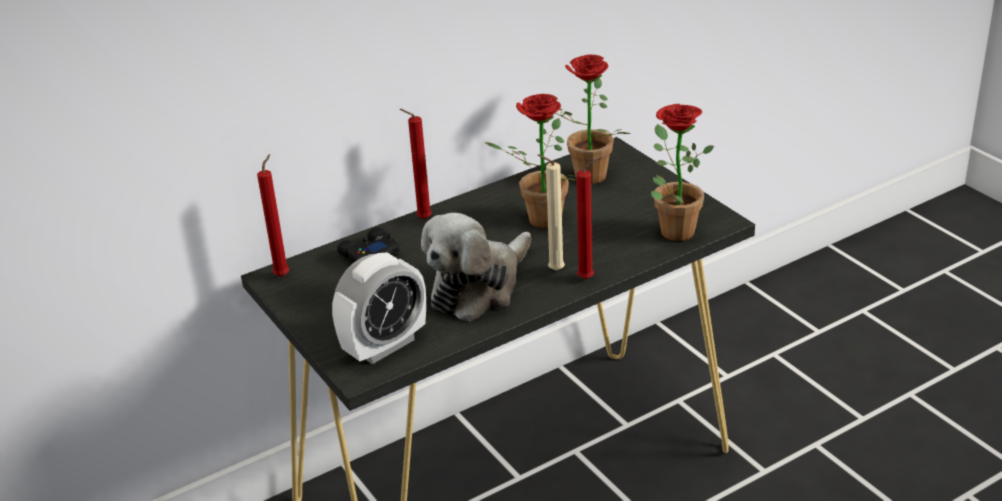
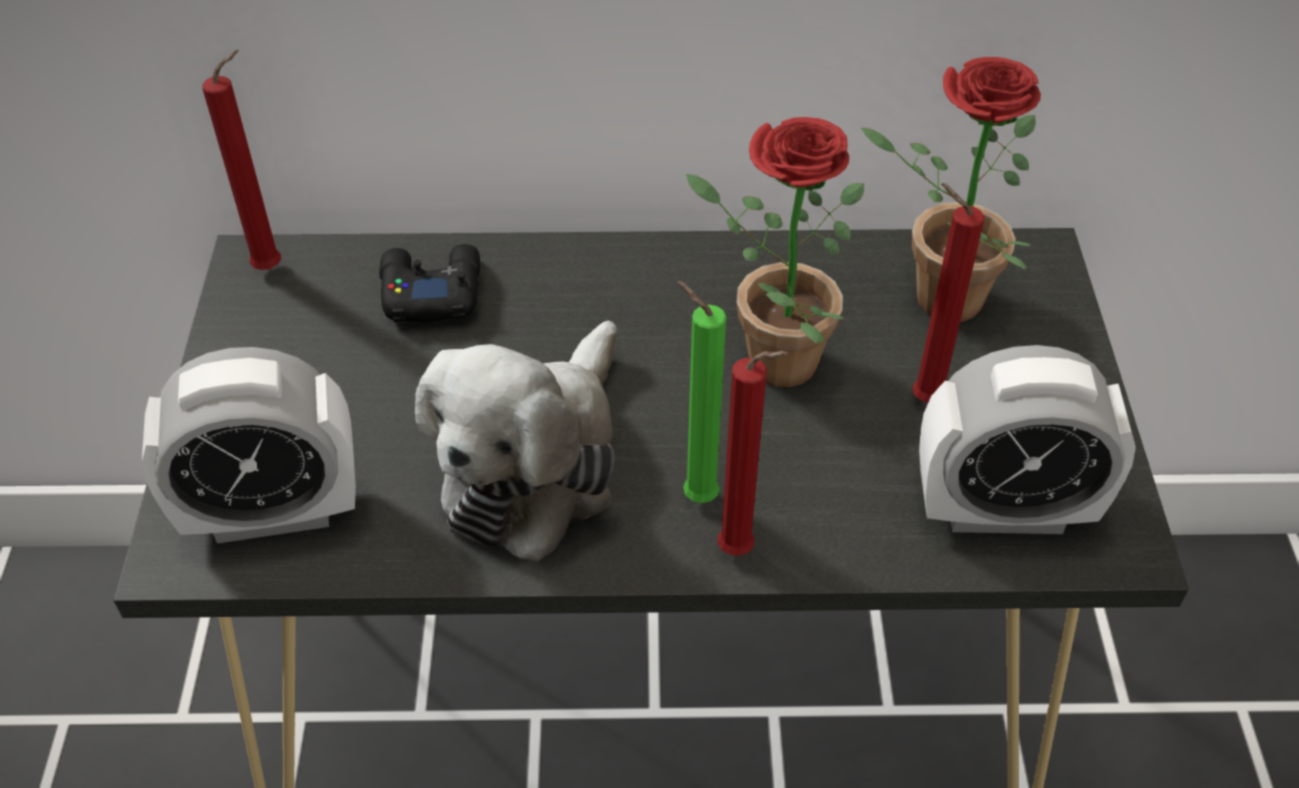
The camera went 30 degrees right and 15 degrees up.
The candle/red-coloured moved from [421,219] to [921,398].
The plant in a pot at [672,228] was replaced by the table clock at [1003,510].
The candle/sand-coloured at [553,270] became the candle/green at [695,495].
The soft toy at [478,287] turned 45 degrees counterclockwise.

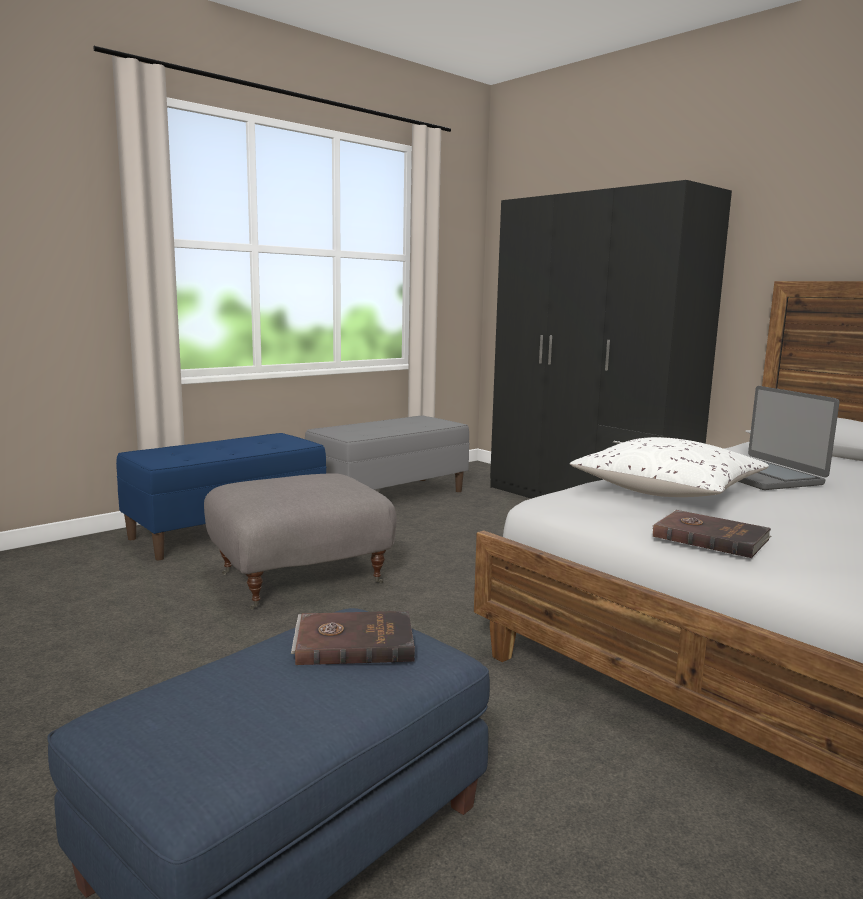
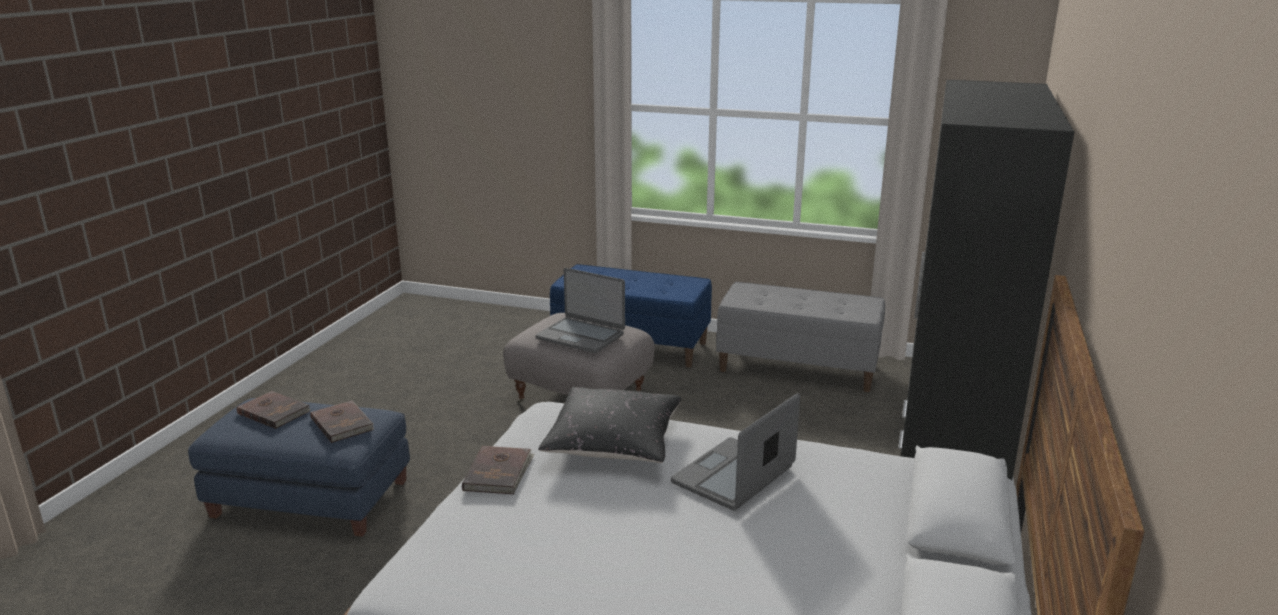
The camera went 60 degrees right and 10 degrees up.
The book/brown at [274,412] appeared.
The laptop at [581,336] appeared.
The cushion/white-coloured at [667,490] became the cushion/blackish at [614,442].

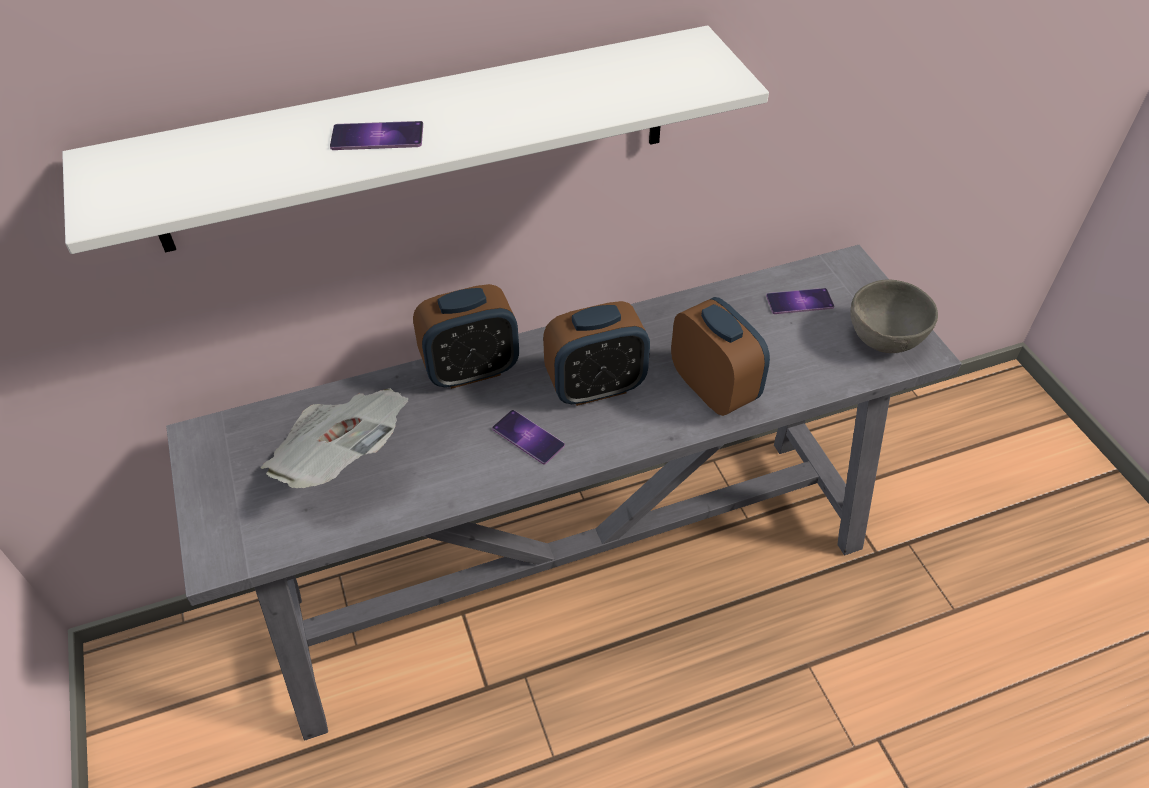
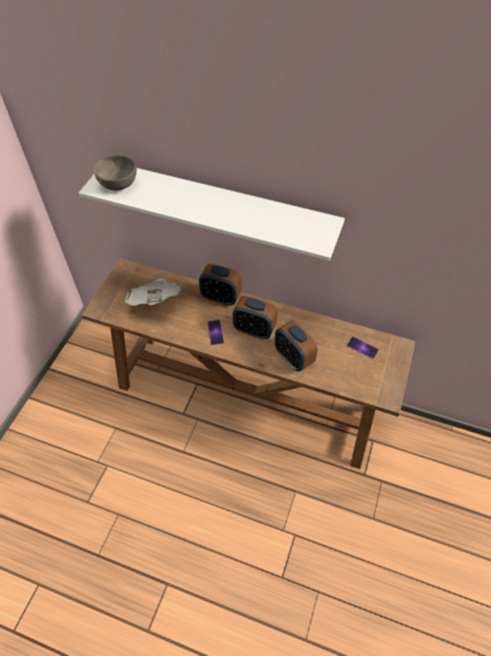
The camera went 40 degrees right and 5 degrees up.
The telephone at [377,136] disappeared.
The deep dish/grey moved from [883,338] to [118,184].
The hall table/grey at [578,572] became the hall table/brown at [246,398].
The table clock at [714,389] turned 135 degrees clockwise.

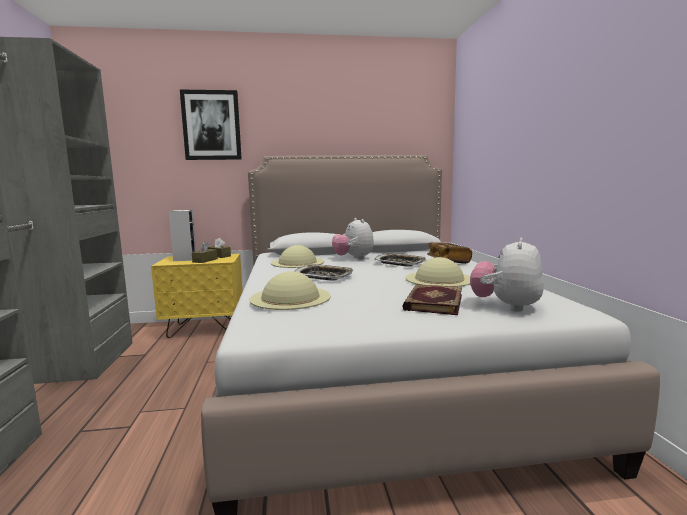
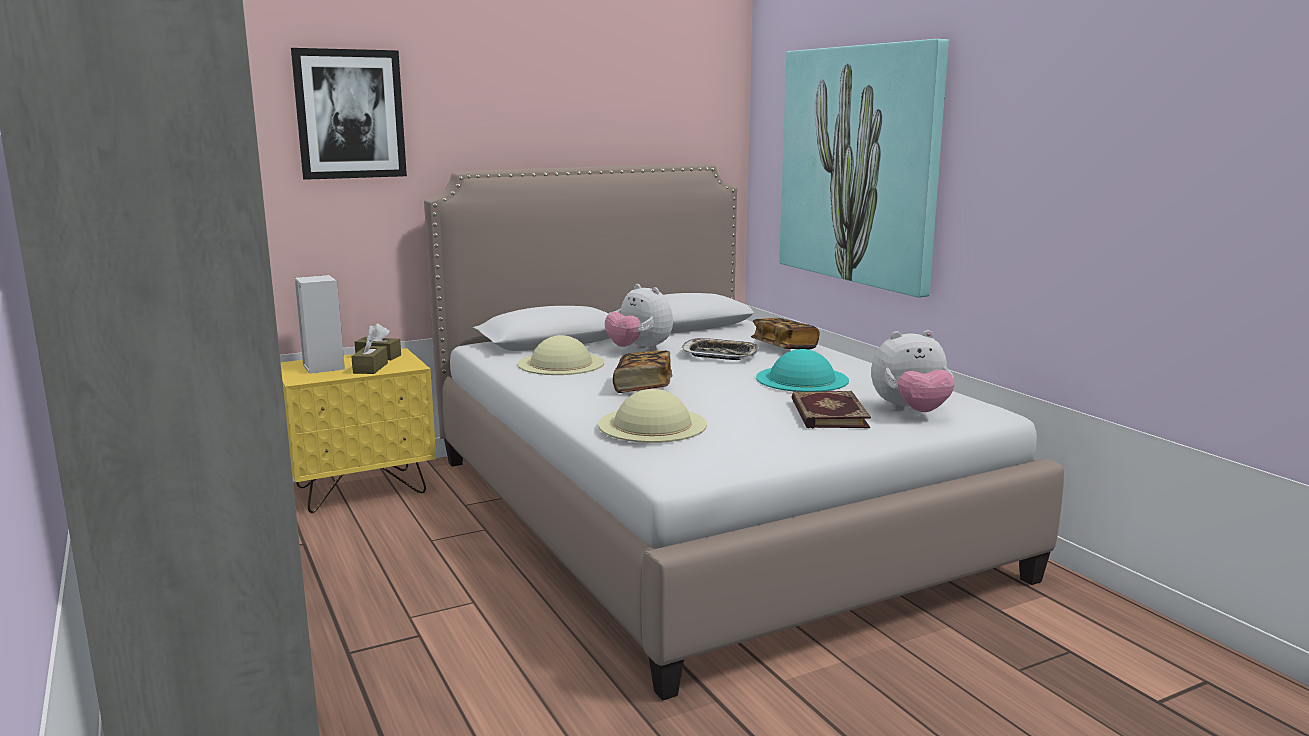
The camera went 20 degrees left and 5 degrees up.
The wall art at [859,165] appeared.
The tray at [323,276] was replaced by the book at [643,387].
The wearable hat/sand-coloured at [439,279] became the wearable hat/blue-green at [802,379].
The soft toy at [506,306] turned 105 degrees counterclockwise.

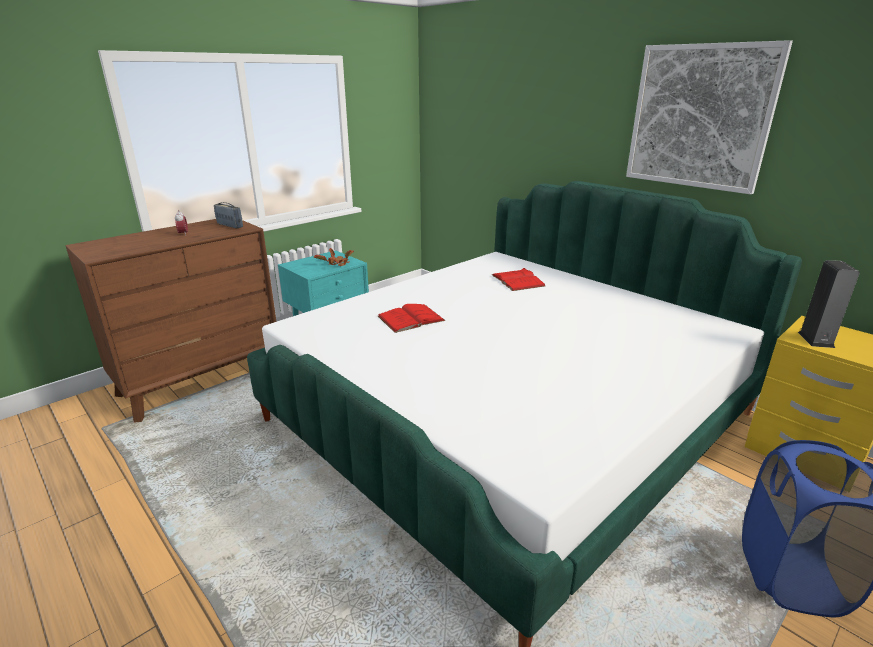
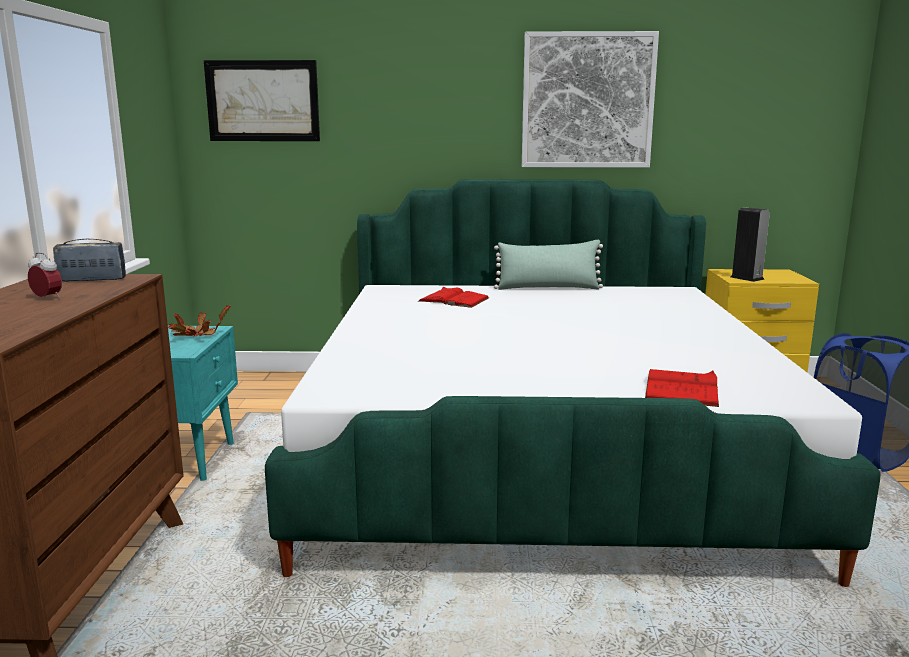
The camera went 45 degrees left and 10 degrees down.
The wall art at [263,101] appeared.
The cushion/green at [548,288] appeared.
The book/red-coloured moved from [411,318] to [681,388].

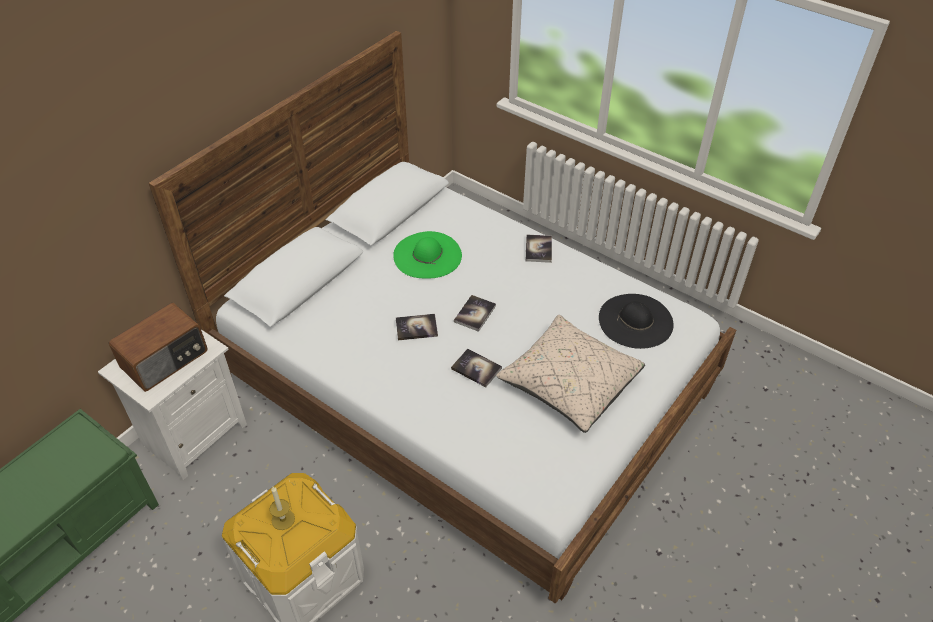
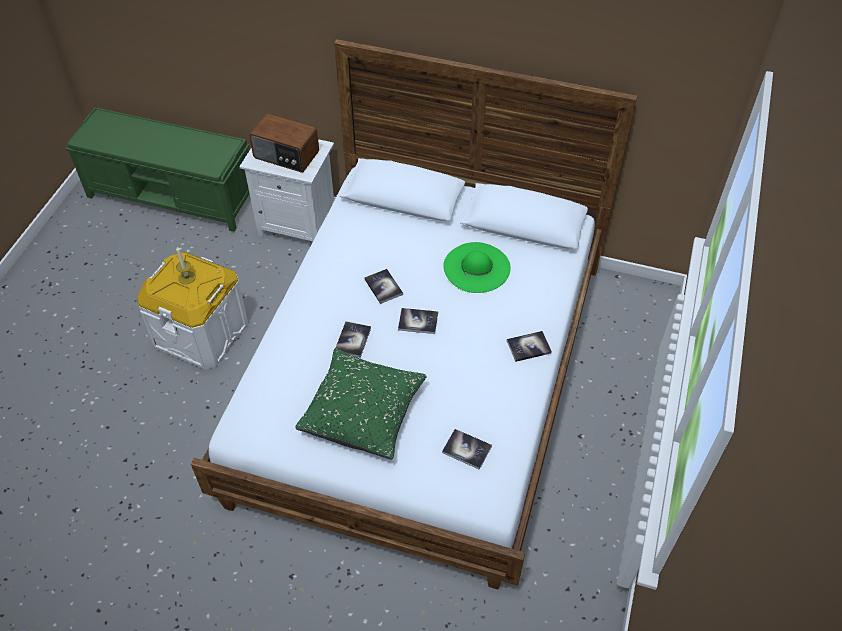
The camera went 70 degrees right and 5 degrees up.
The wearable hat/blackish at [635,321] was replaced by the book at [466,449].
The cushion/sand-coloured at [569,384] became the cushion/green at [363,412].

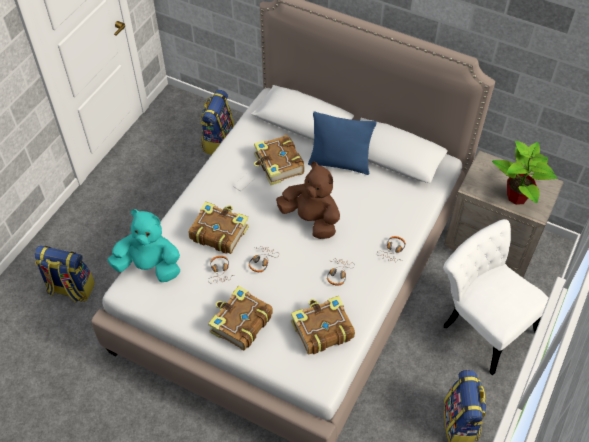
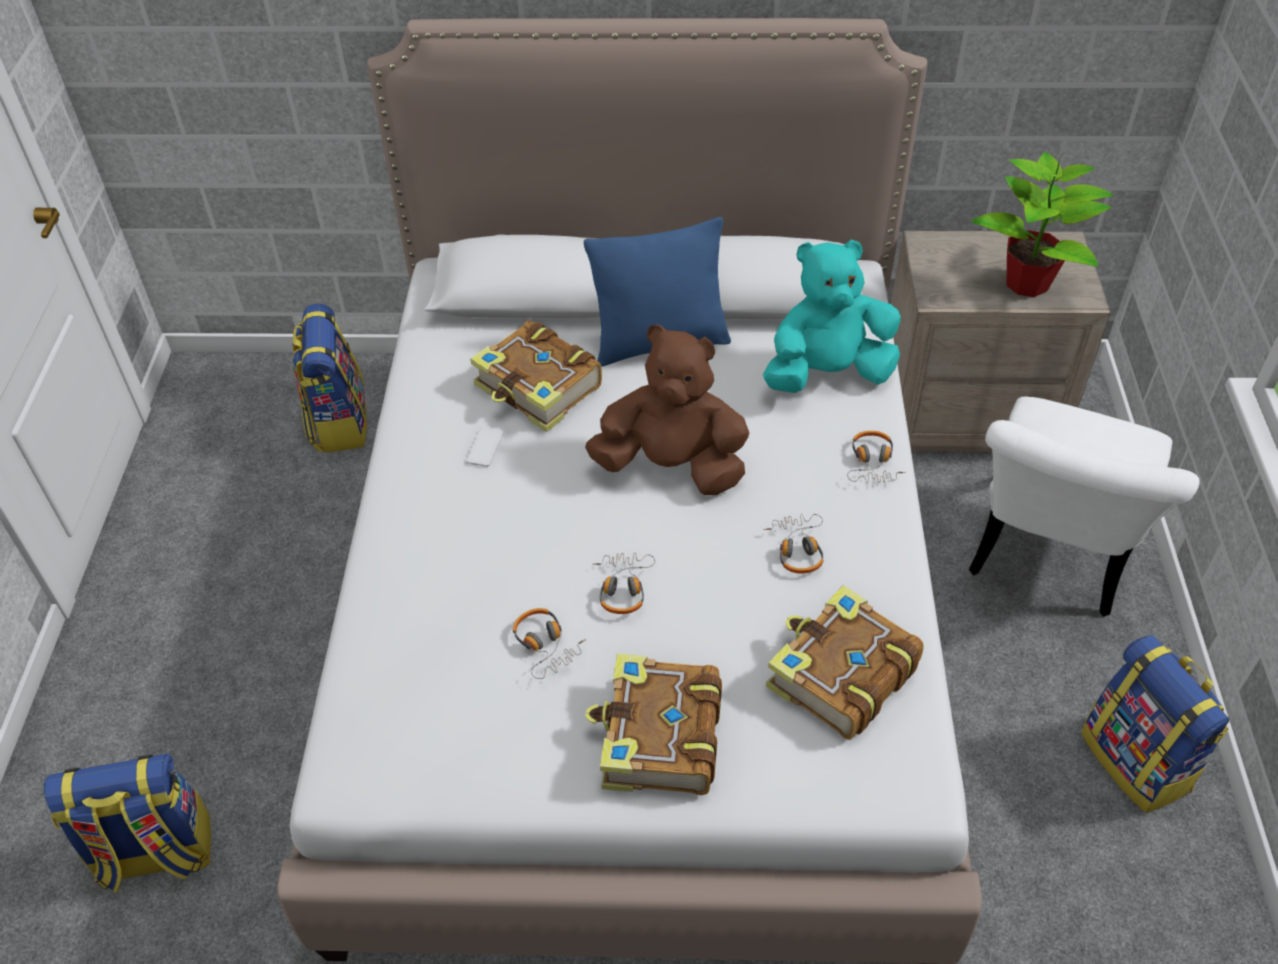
The camera went 25 degrees left and 5 degrees down.
The book at [218,232] disappeared.
The soft toy/blue-green moved from [149,266] to [827,374].
The upright chair/white-coloured at [482,323] turned 90 degrees counterclockwise.

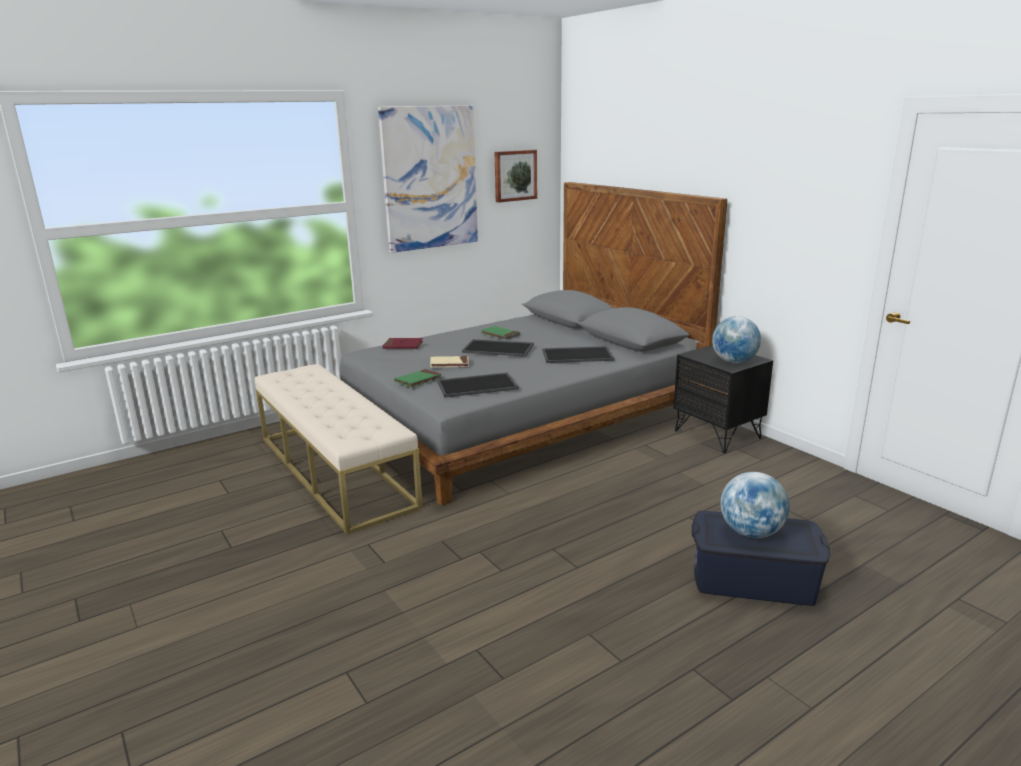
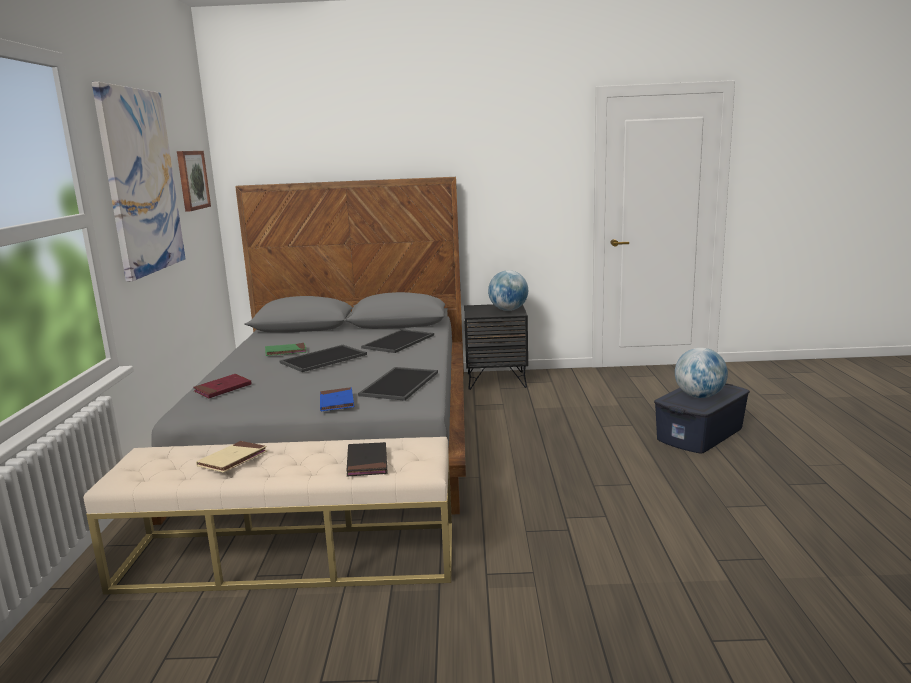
The camera went 55 degrees left and 5 degrees down.
The book/blackish at [367,462] appeared.
The book/sand-coloured moved from [449,364] to [233,459].
The book/green at [418,380] became the book/blue at [336,402].

